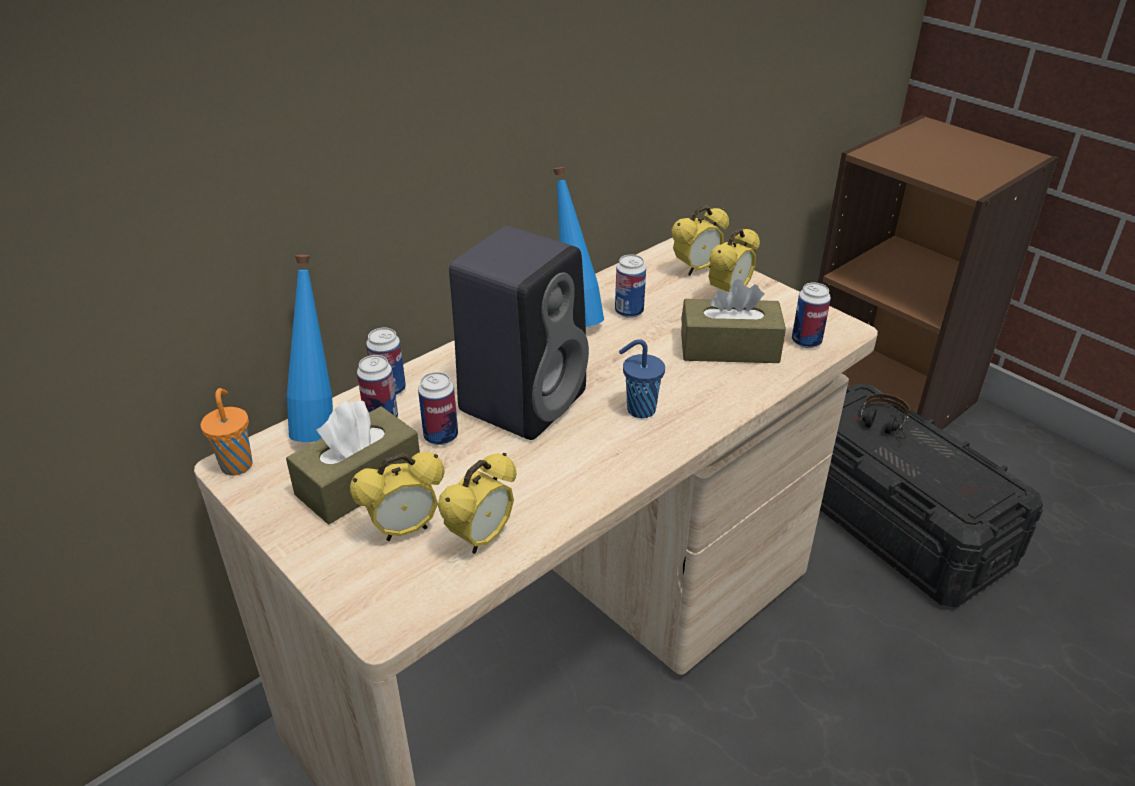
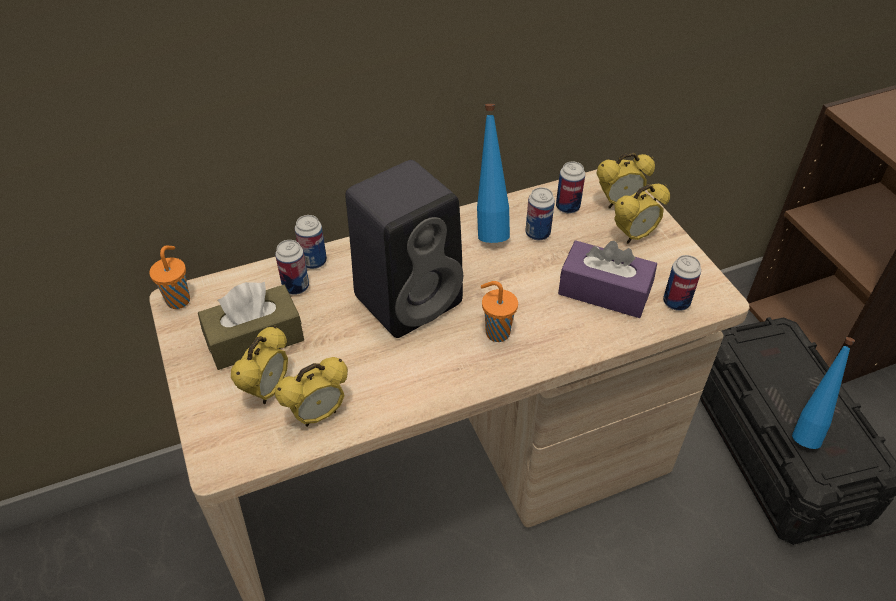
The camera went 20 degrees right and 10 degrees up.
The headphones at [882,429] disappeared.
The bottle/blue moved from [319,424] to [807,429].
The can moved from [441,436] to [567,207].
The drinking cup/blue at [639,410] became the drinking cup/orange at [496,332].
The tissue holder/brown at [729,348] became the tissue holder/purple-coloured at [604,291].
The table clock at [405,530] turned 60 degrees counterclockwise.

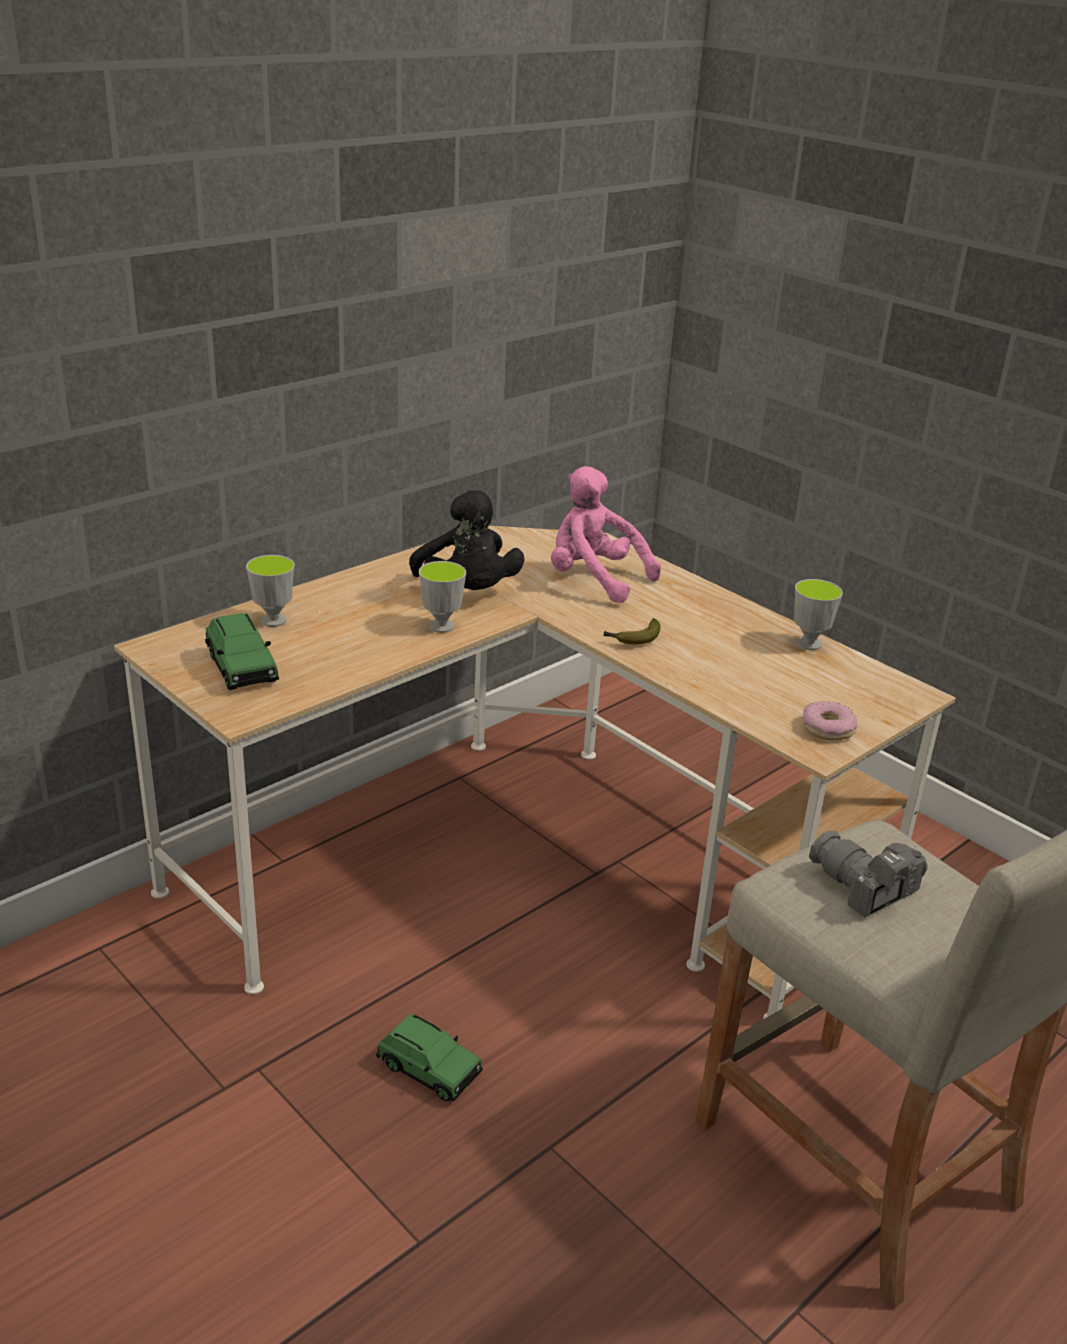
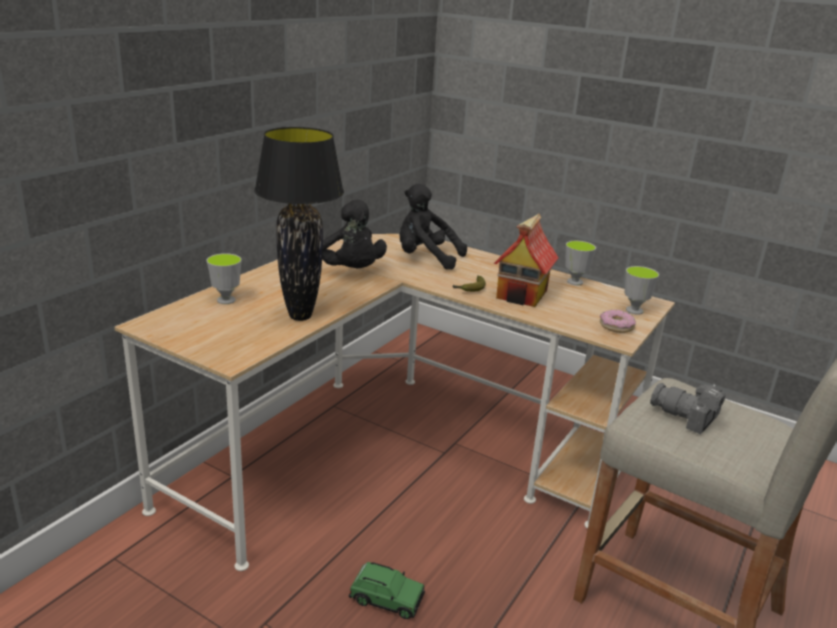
The camera went 15 degrees left and 5 degrees down.
The miniature car/green at [242,668] disappeared.
The lamp for a table/blackish at [301,316] appeared.
The toy house at [522,294] appeared.
The drinking cup moved from [441,626] to [634,310].
The soft toy/pinkish at [594,579] became the soft toy/blackish at [425,258].

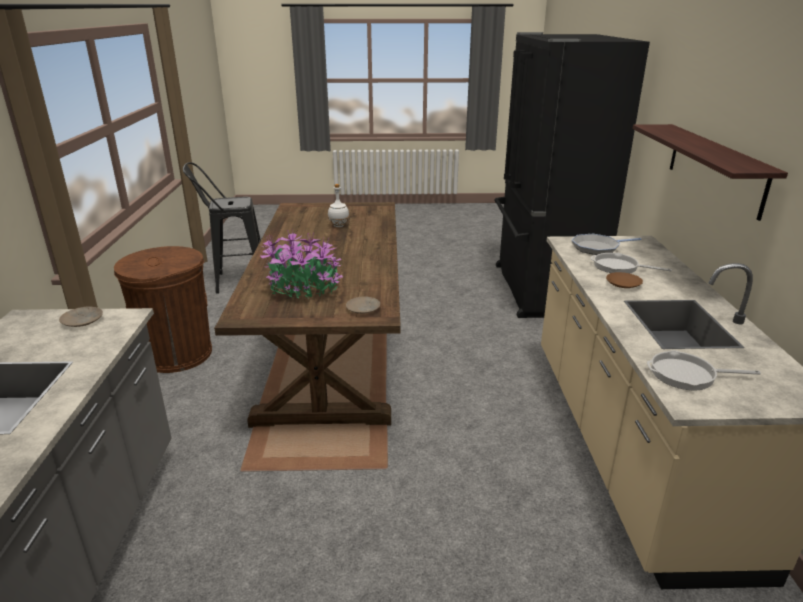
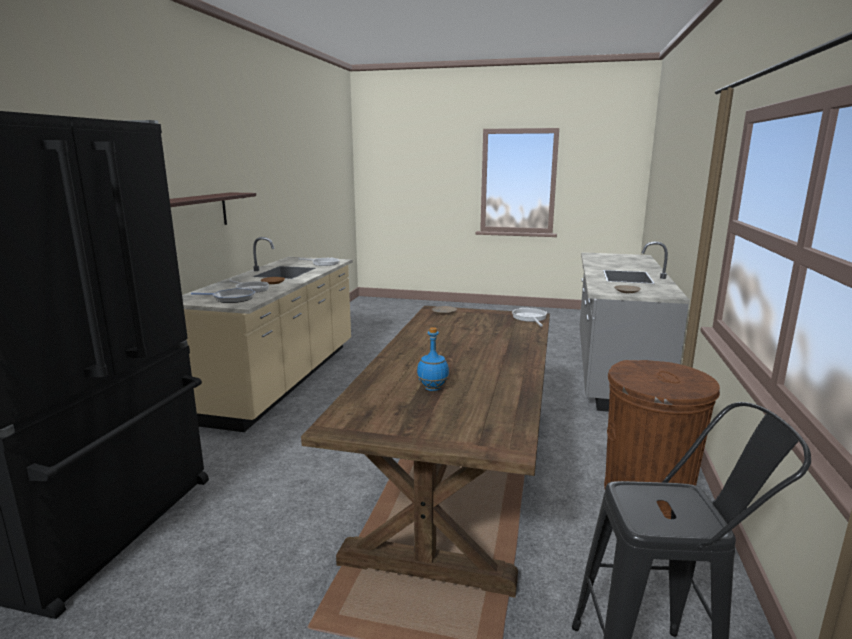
The camera went 165 degrees left and 10 degrees down.
The plant in a pot at [303,289] disappeared.
The frying pan at [529,318] appeared.
The bottle/white-coloured at [338,226] became the bottle/blue at [433,389].

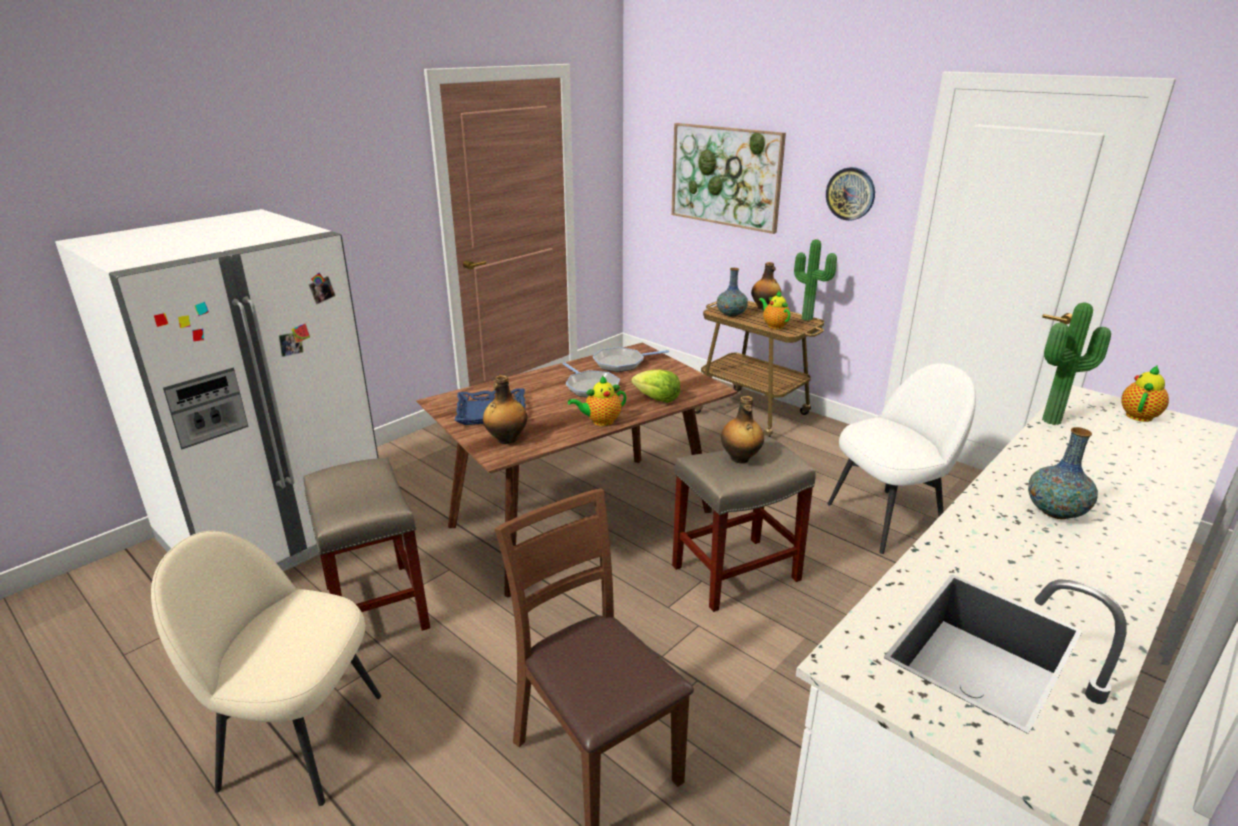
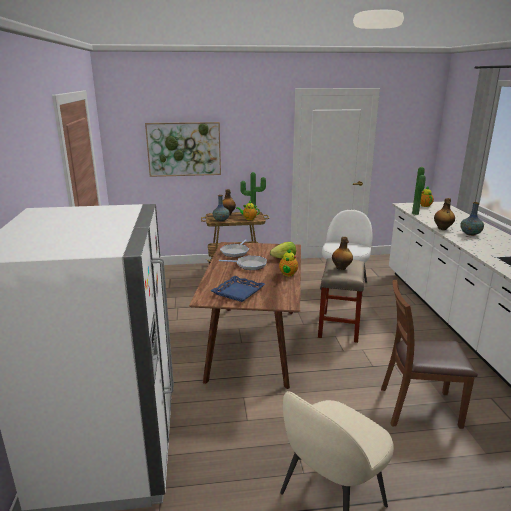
The camera went 50 degrees left and 5 degrees down.
The stool/sand-coloured at [377,608] disappeared.
The hanging clock at [850,193] disappeared.
The bottle moved from [506,439] to [442,228].

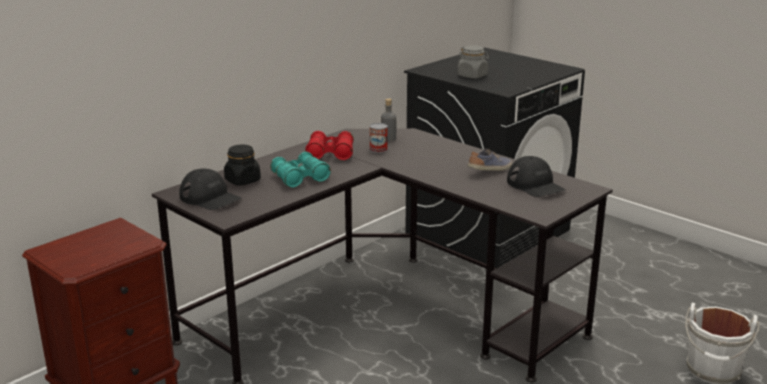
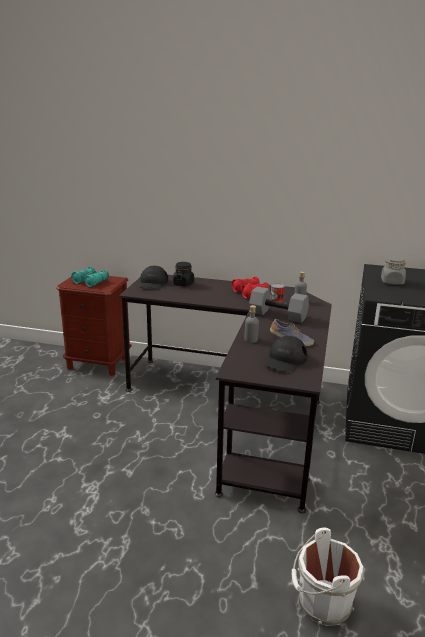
The camera went 60 degrees right and 0 degrees up.
The bottle/grey at [251,339] appeared.
The hand weight/grey at [278,315] appeared.
The field glasses/blue-green moved from [300,178] to [90,282].

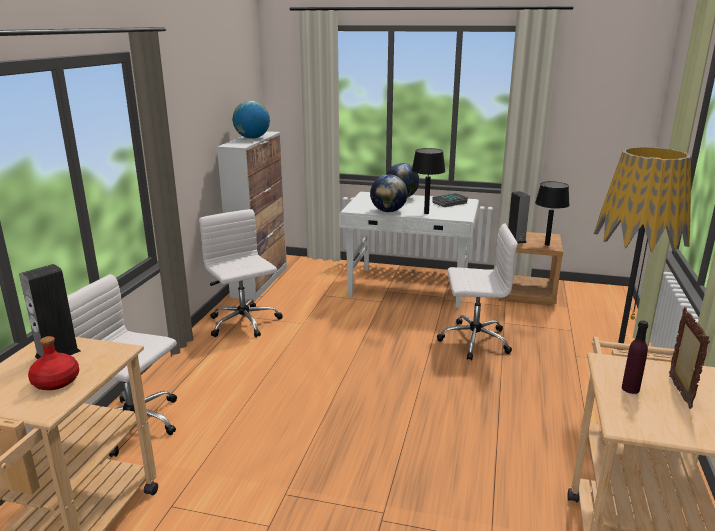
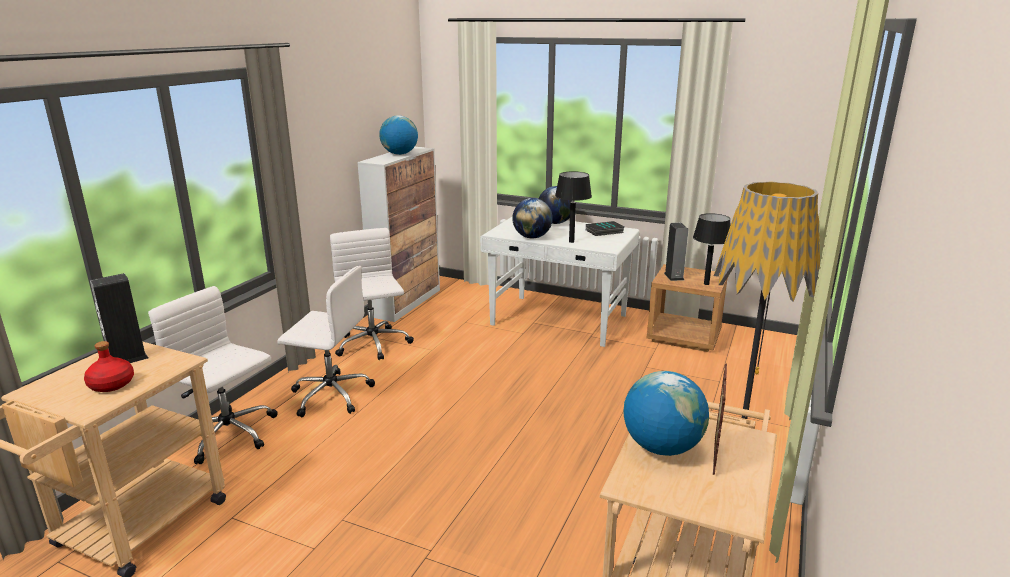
The camera went 10 degrees right and 0 degrees up.
The office chair/white-coloured moved from [473,340] to [330,395].
The bottle/purple-coloured at [630,389] was replaced by the world globe at [661,447].

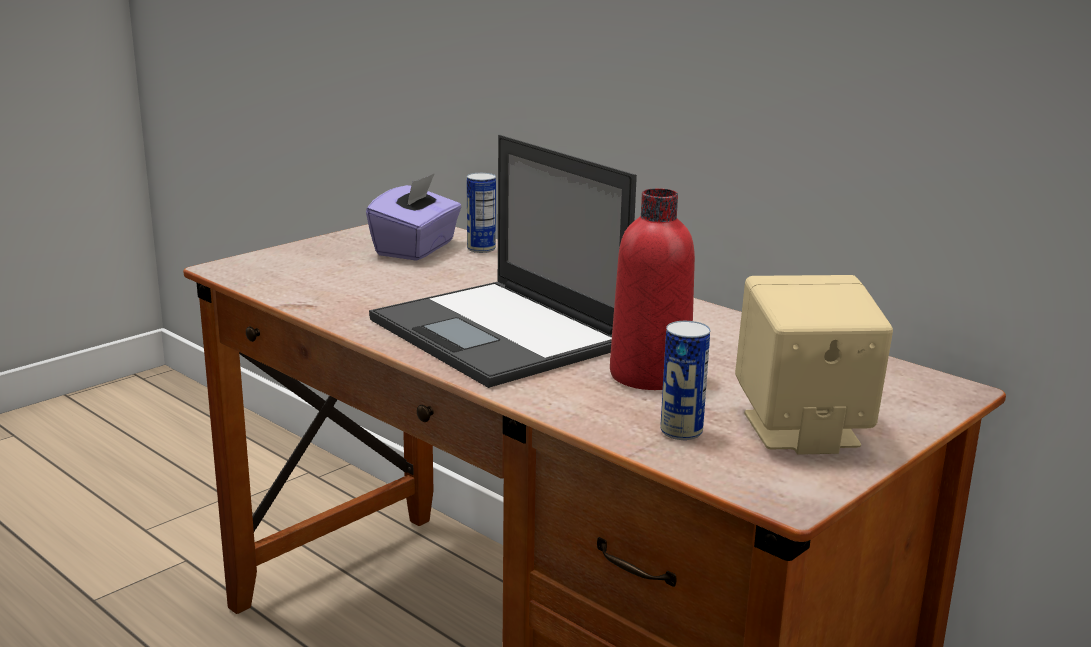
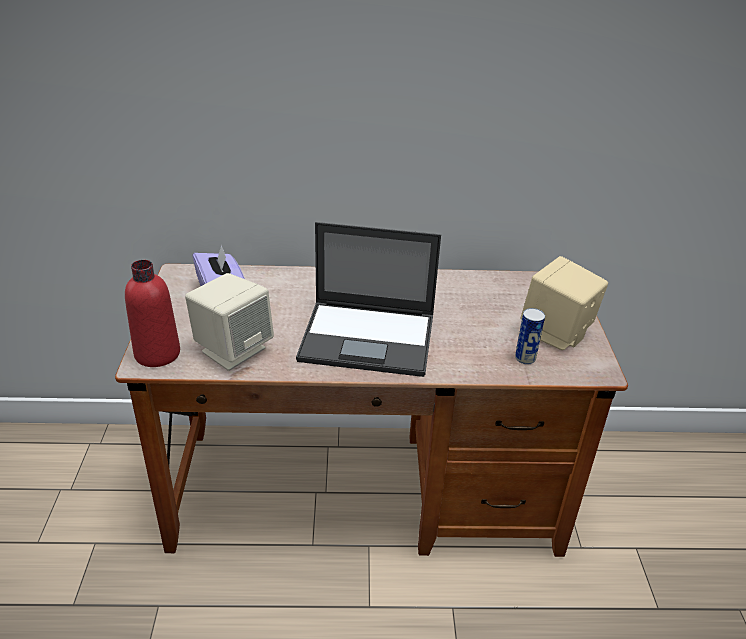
The camera went 45 degrees left and 15 degrees up.
The can at [481,249] disappeared.
The audio speaker/sand-coloured at [233,349] appeared.
The bottle/red-coloured moved from [649,375] to [157,354].

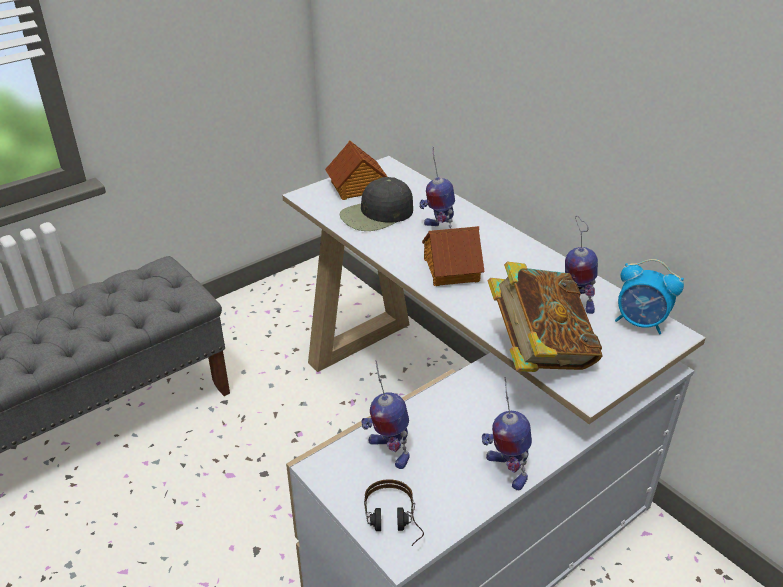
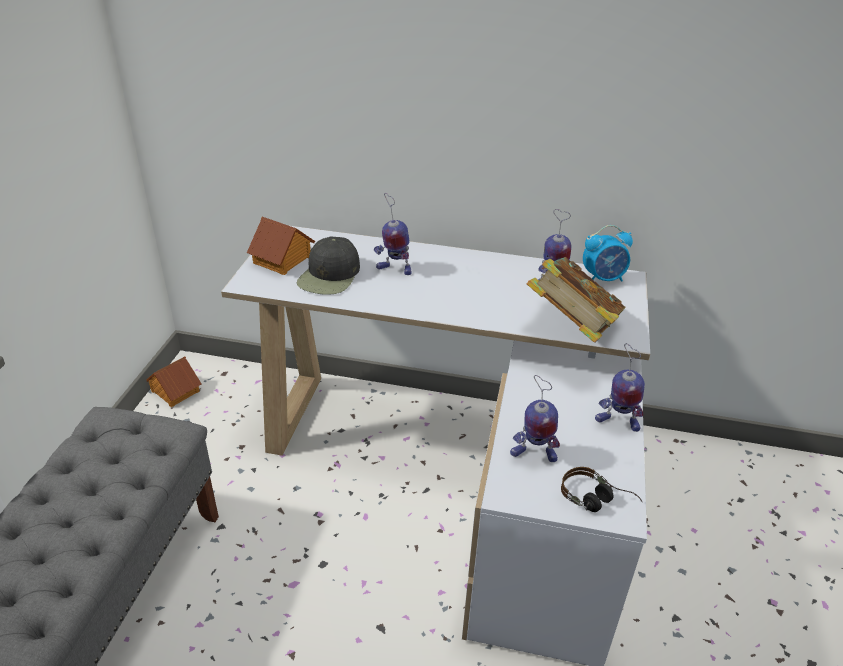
The camera went 40 degrees left and 0 degrees up.
The toy house moved from [450,269] to [174,391].

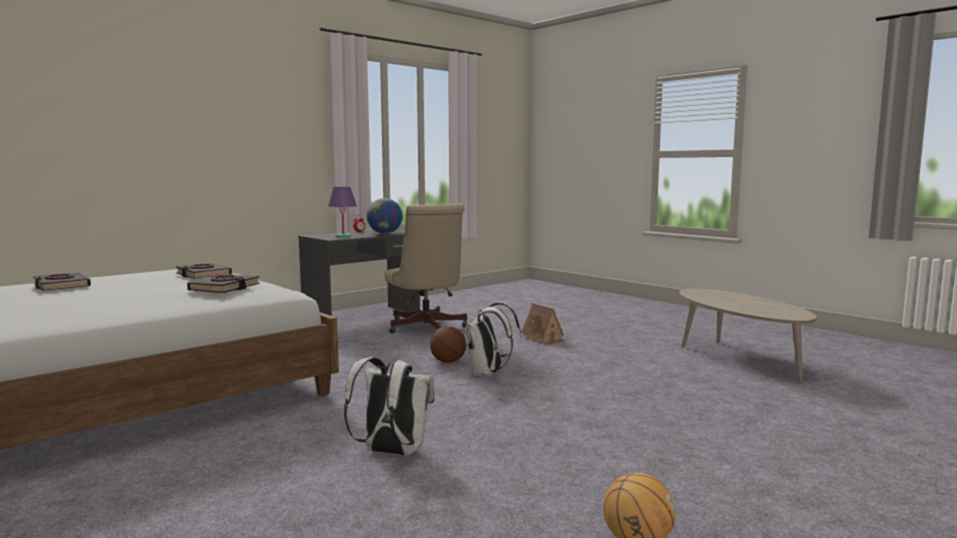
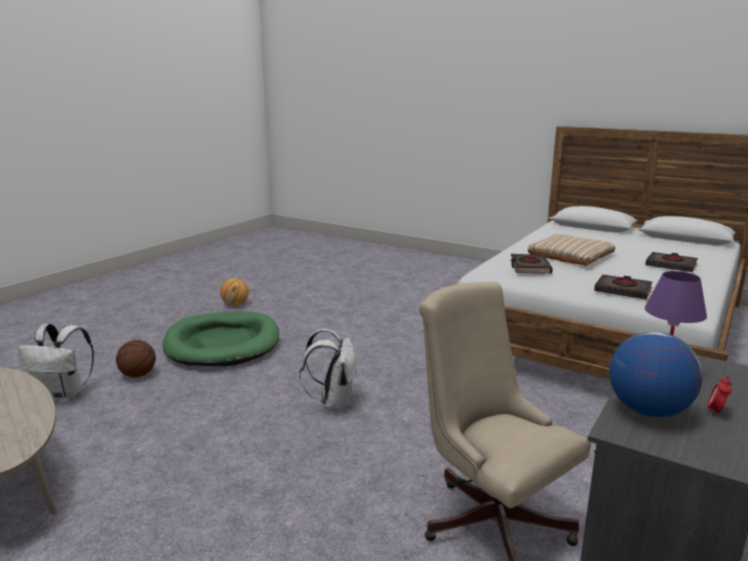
The camera went 165 degrees right and 10 degrees up.
The toy house at [543,338] disappeared.
The dog cushion/green at [223,343] appeared.
The cushion/sand-coloured at [570,256] appeared.
The backpack/white-coloured moved from [391,452] to [64,396].
The basketball ball moved from [448,361] to [137,375].

